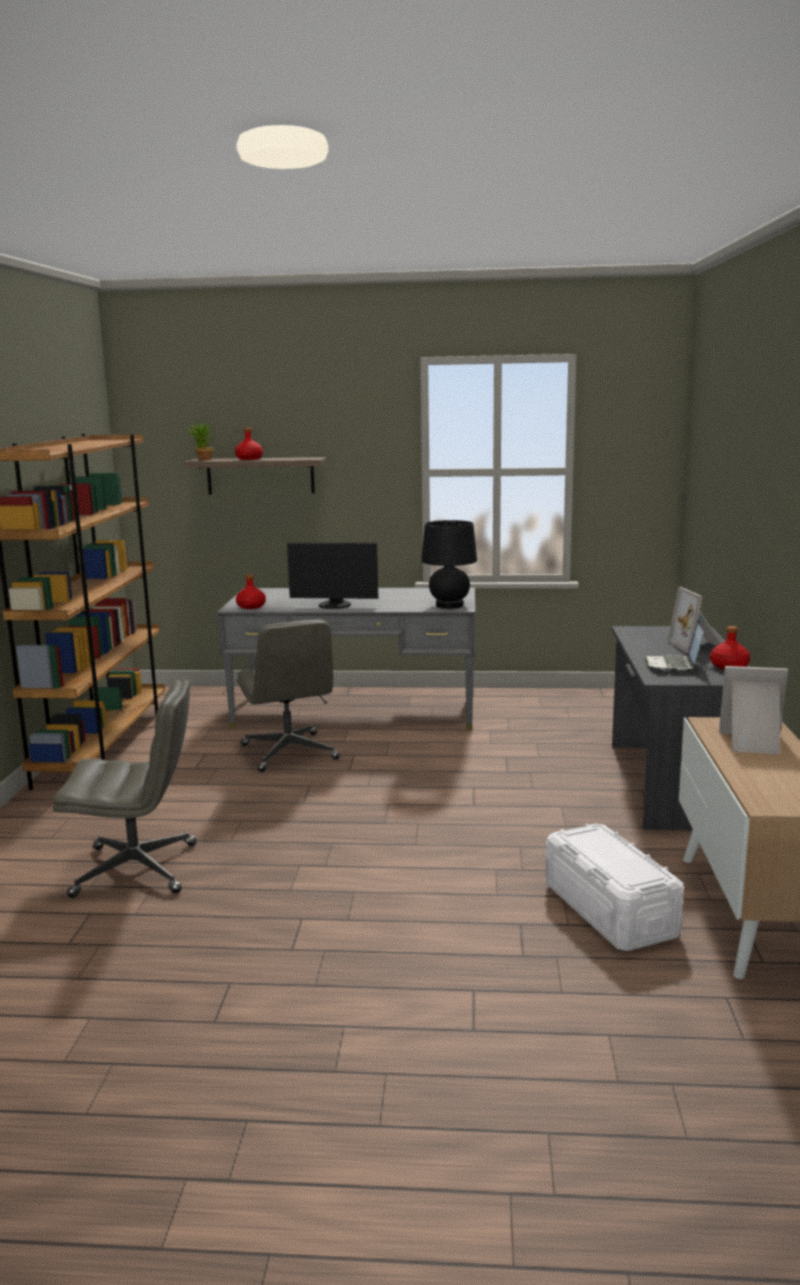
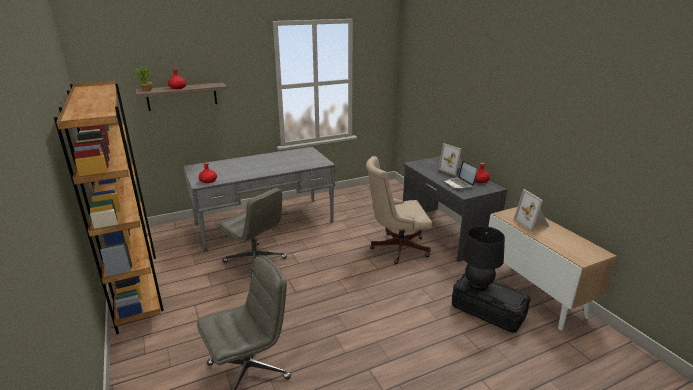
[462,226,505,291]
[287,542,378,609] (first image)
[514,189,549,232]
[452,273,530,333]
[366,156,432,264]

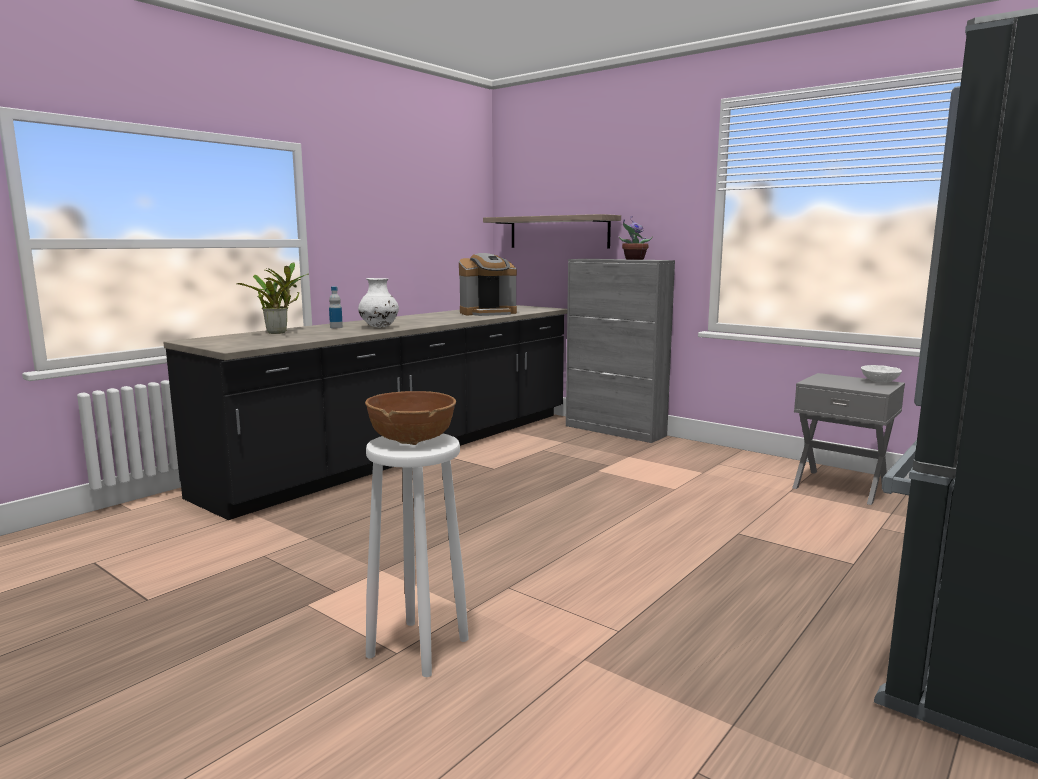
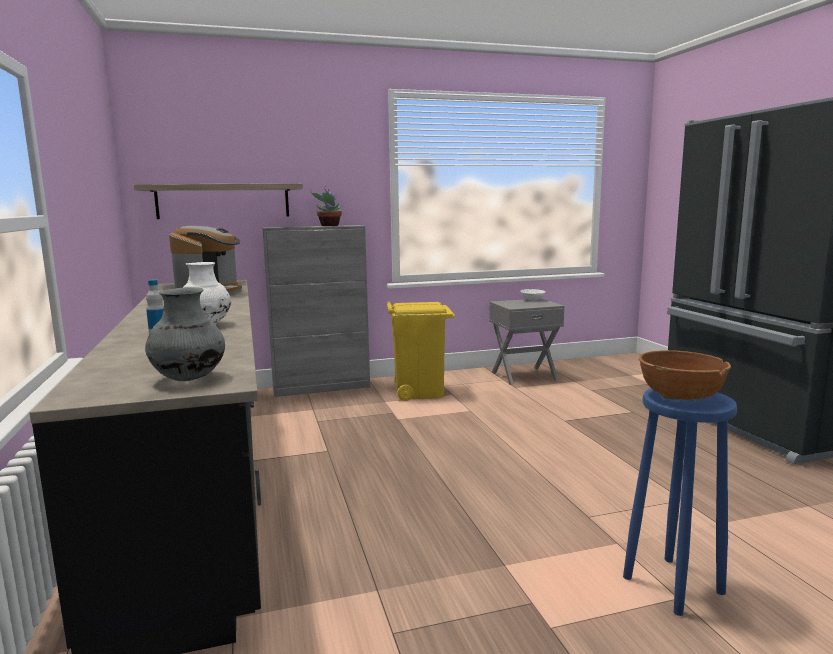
[236,262,309,334] (first image)
[623,388,737,616]
[145,287,225,381]
[386,302,455,401]

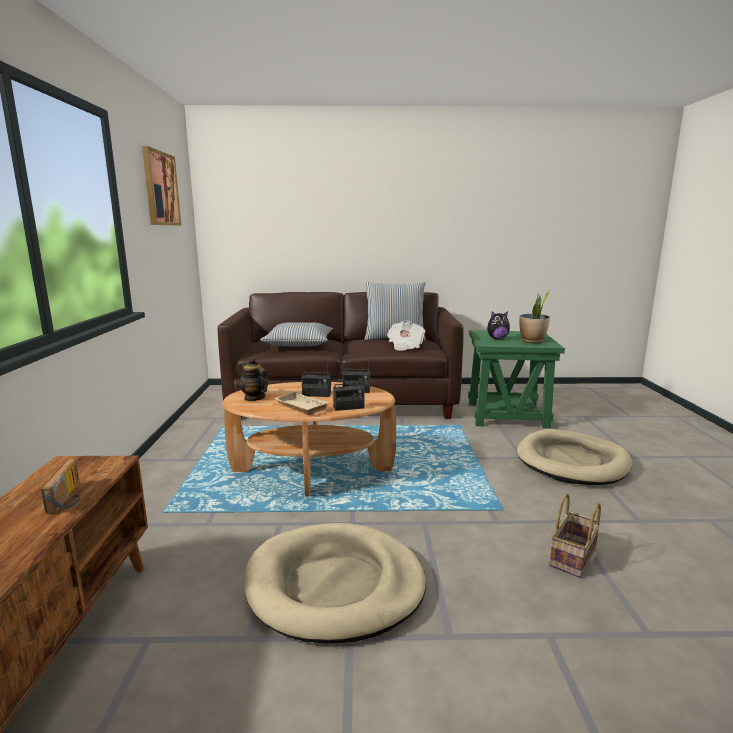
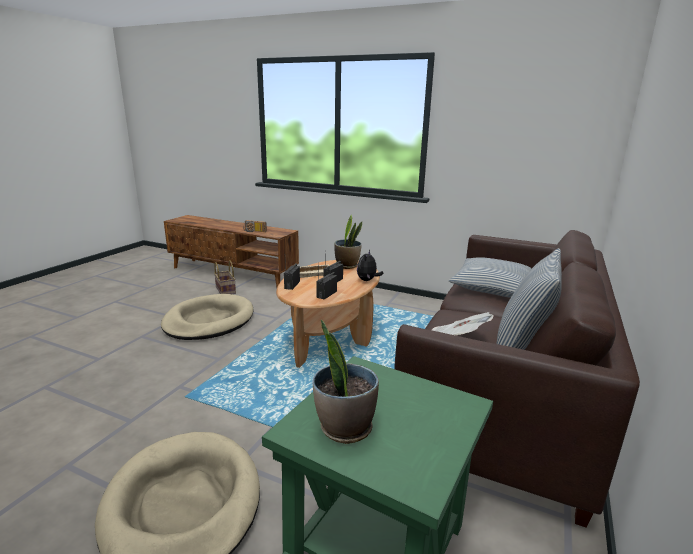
[142,146,181,225] (first image)
[357,250,384,281]
[334,214,362,269]
[214,260,236,294]

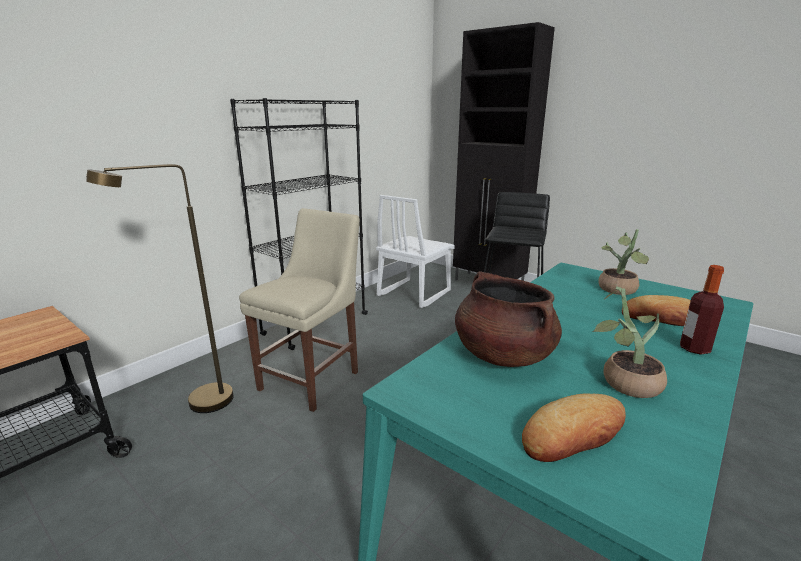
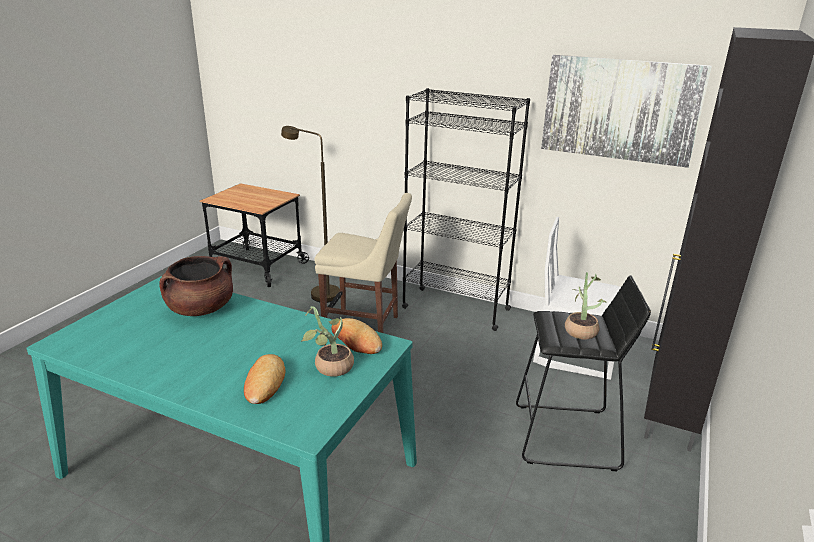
[680,265,724,355] (first image)
[565,272,606,339]
[331,318,382,354]
[541,55,712,168]

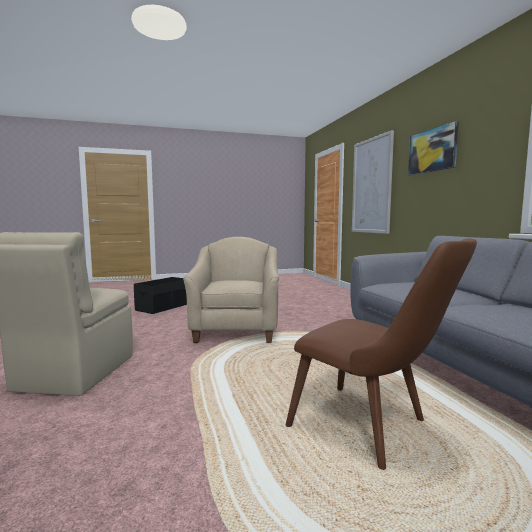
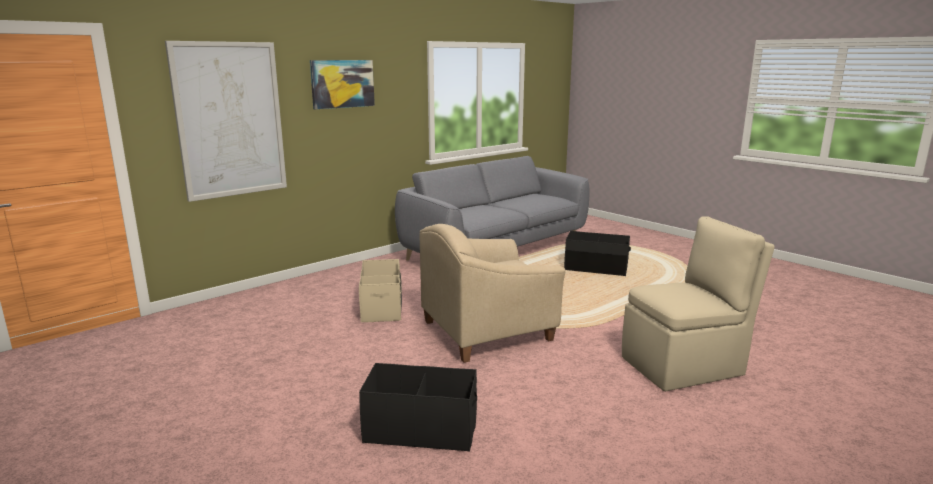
[564,231,631,276]
[359,259,402,322]

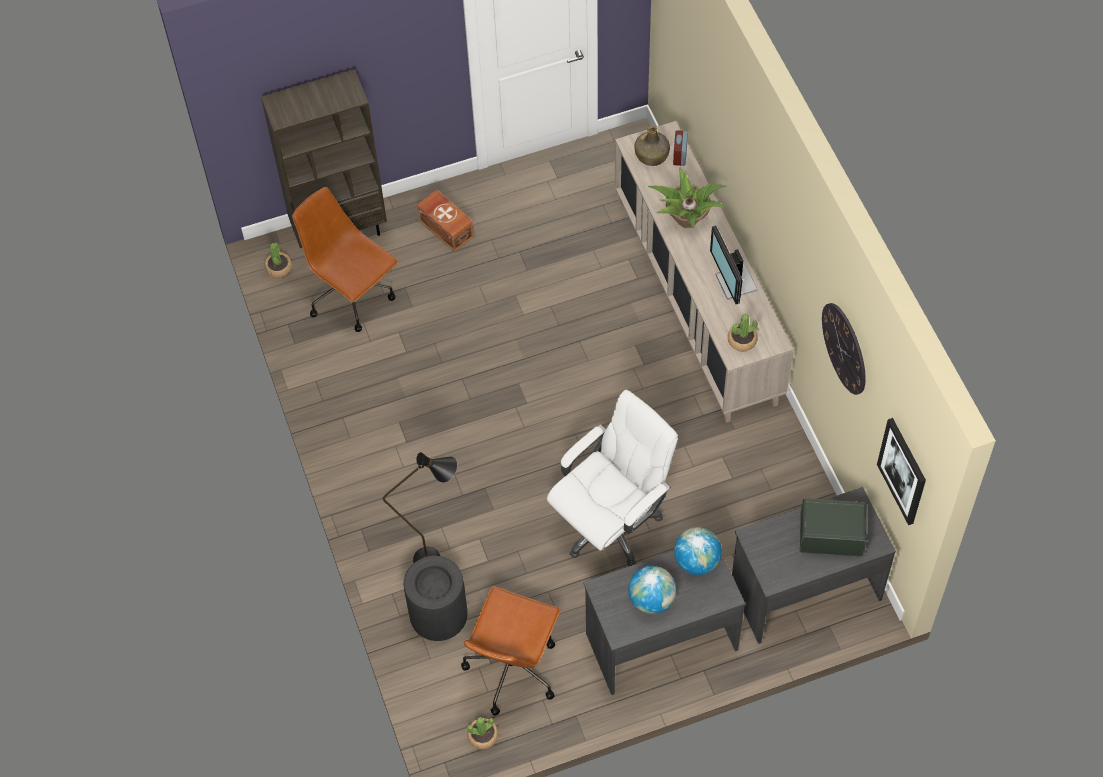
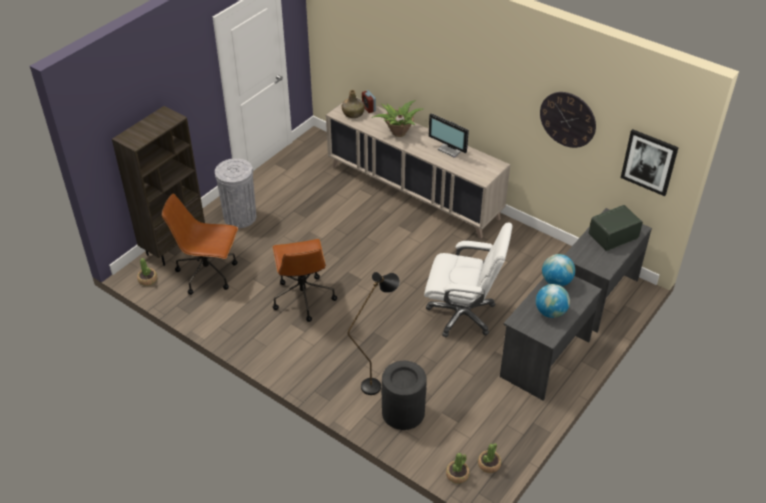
[215,158,257,228]
[446,453,470,484]
[424,222,513,337]
[272,239,337,322]

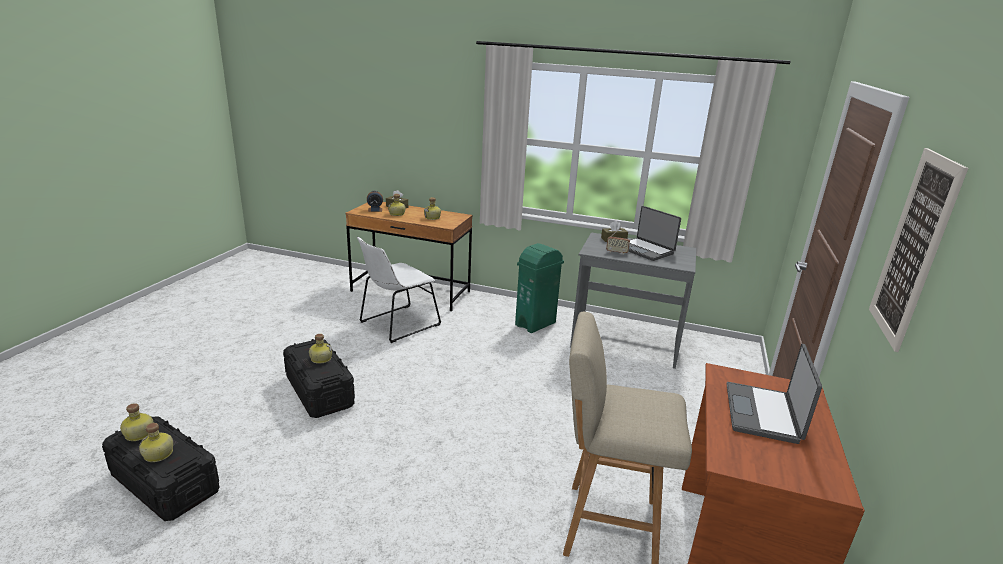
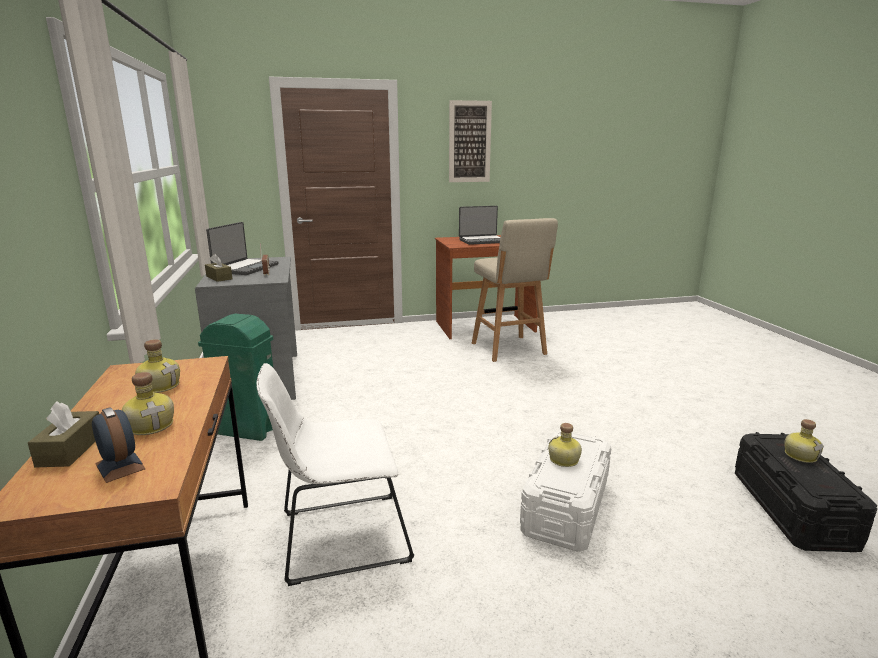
[256,363,414,586]
[520,431,611,552]
[120,403,153,441] (first image)

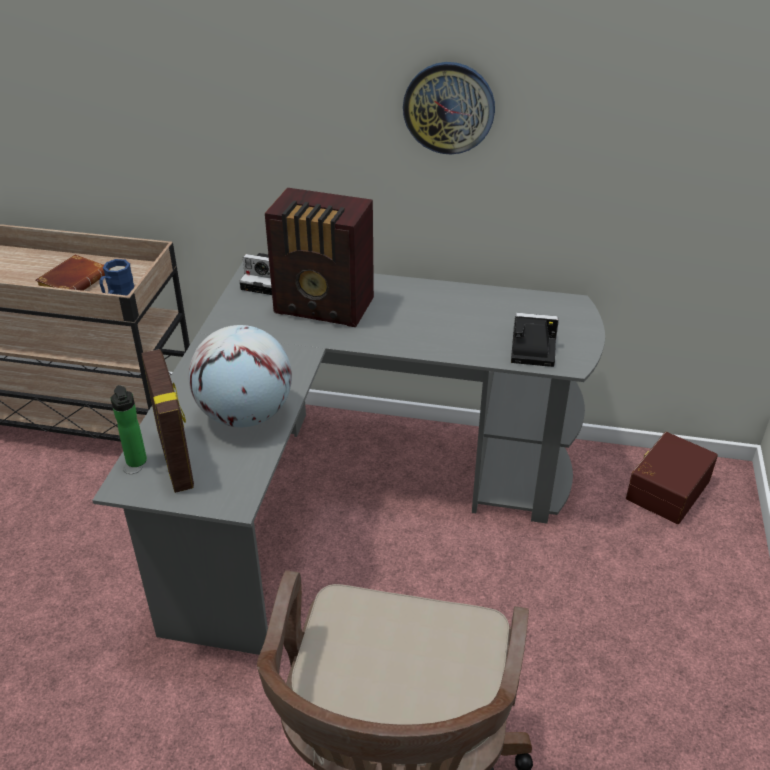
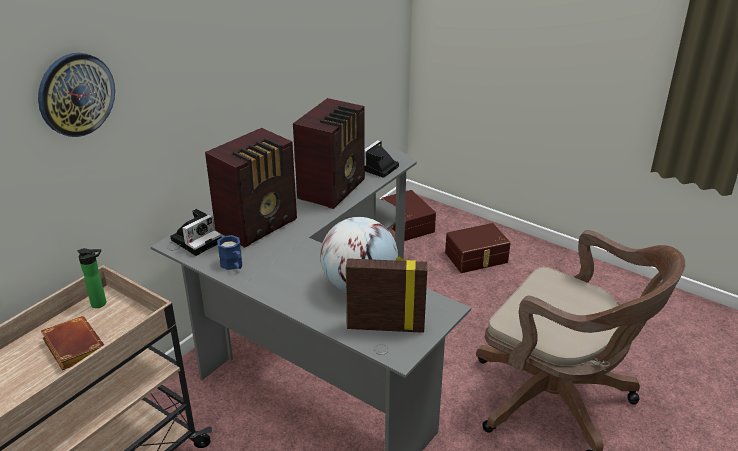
[38,53,115,137]
[217,235,242,270]
[77,248,106,308]
[293,98,365,209]
[445,223,511,273]

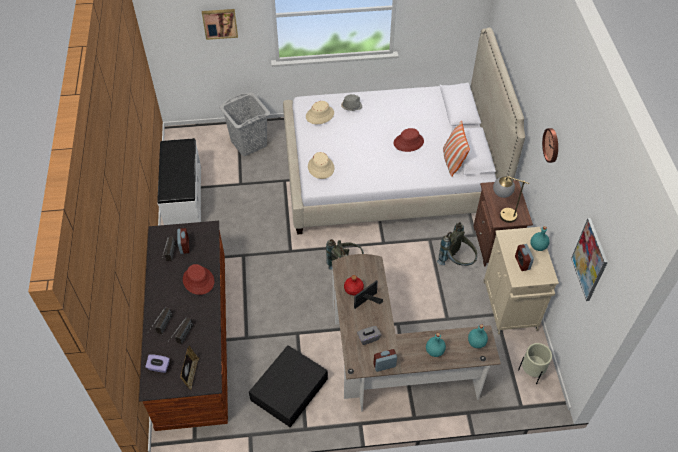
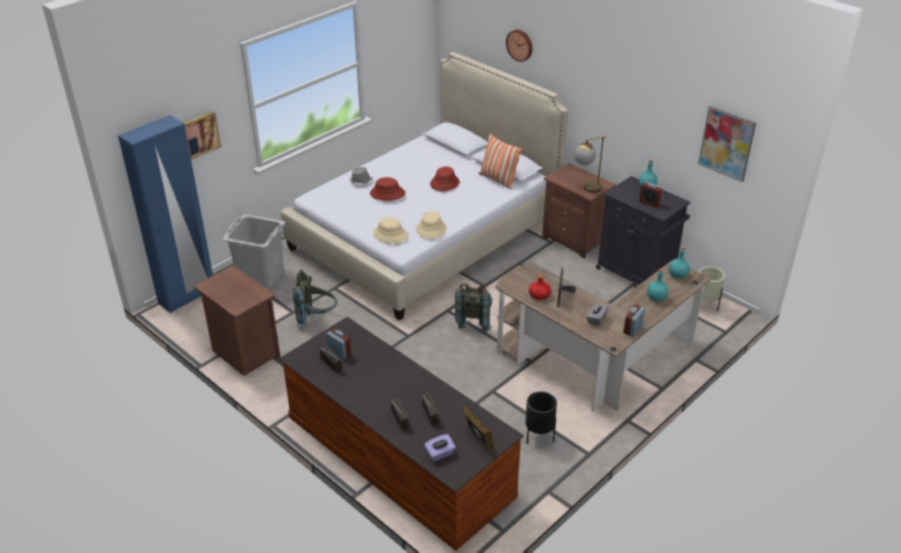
[416,211,447,239]
[506,30,532,62]
[194,265,280,376]
[293,269,337,327]
[596,176,690,285]
[370,177,405,201]
[525,391,557,444]
[118,115,213,313]

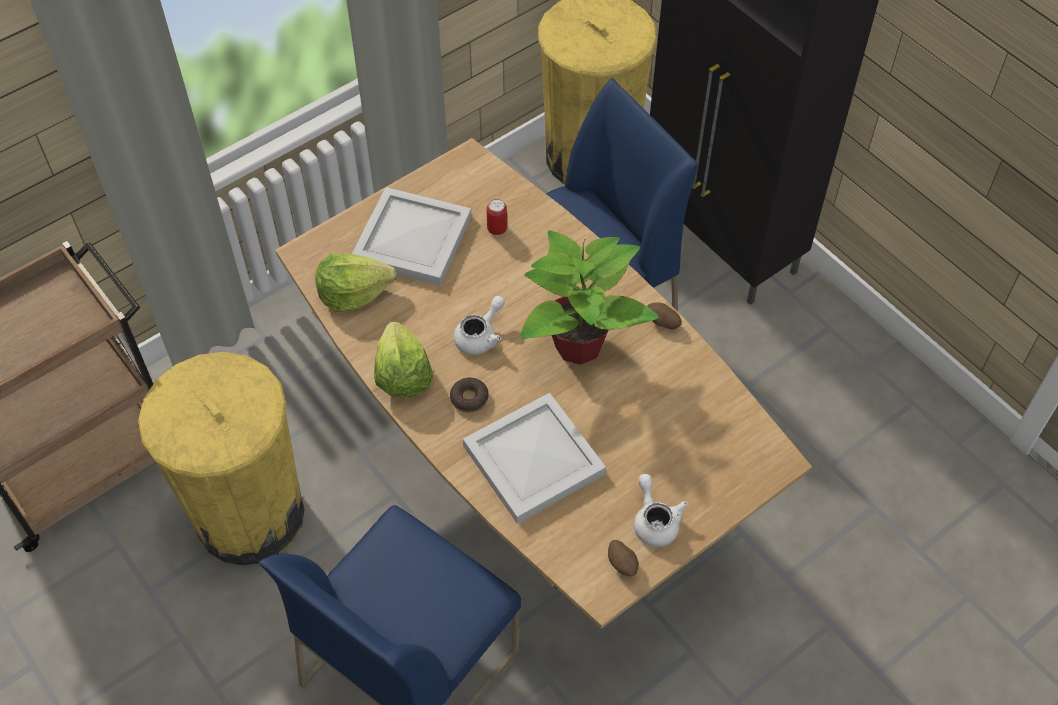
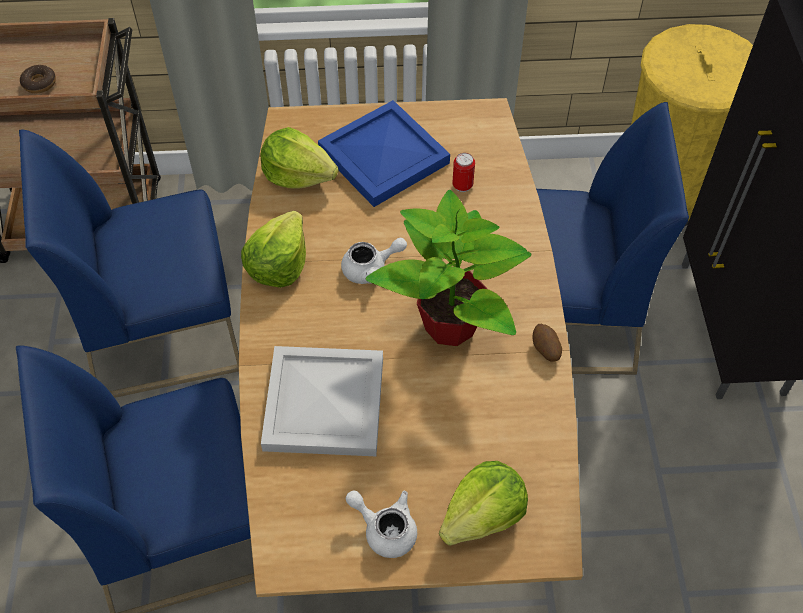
[318,100,450,207]
[19,130,239,398]
[20,65,56,93]
[346,491,417,558]
[608,540,639,576] (first image)
[439,461,528,546]

